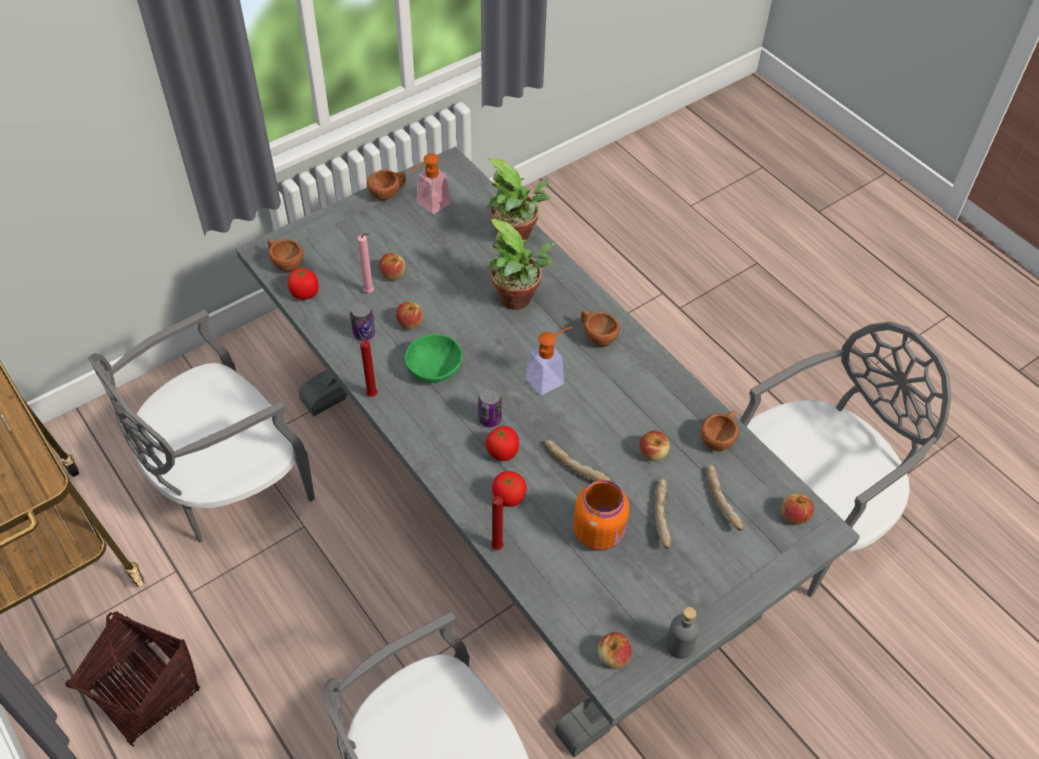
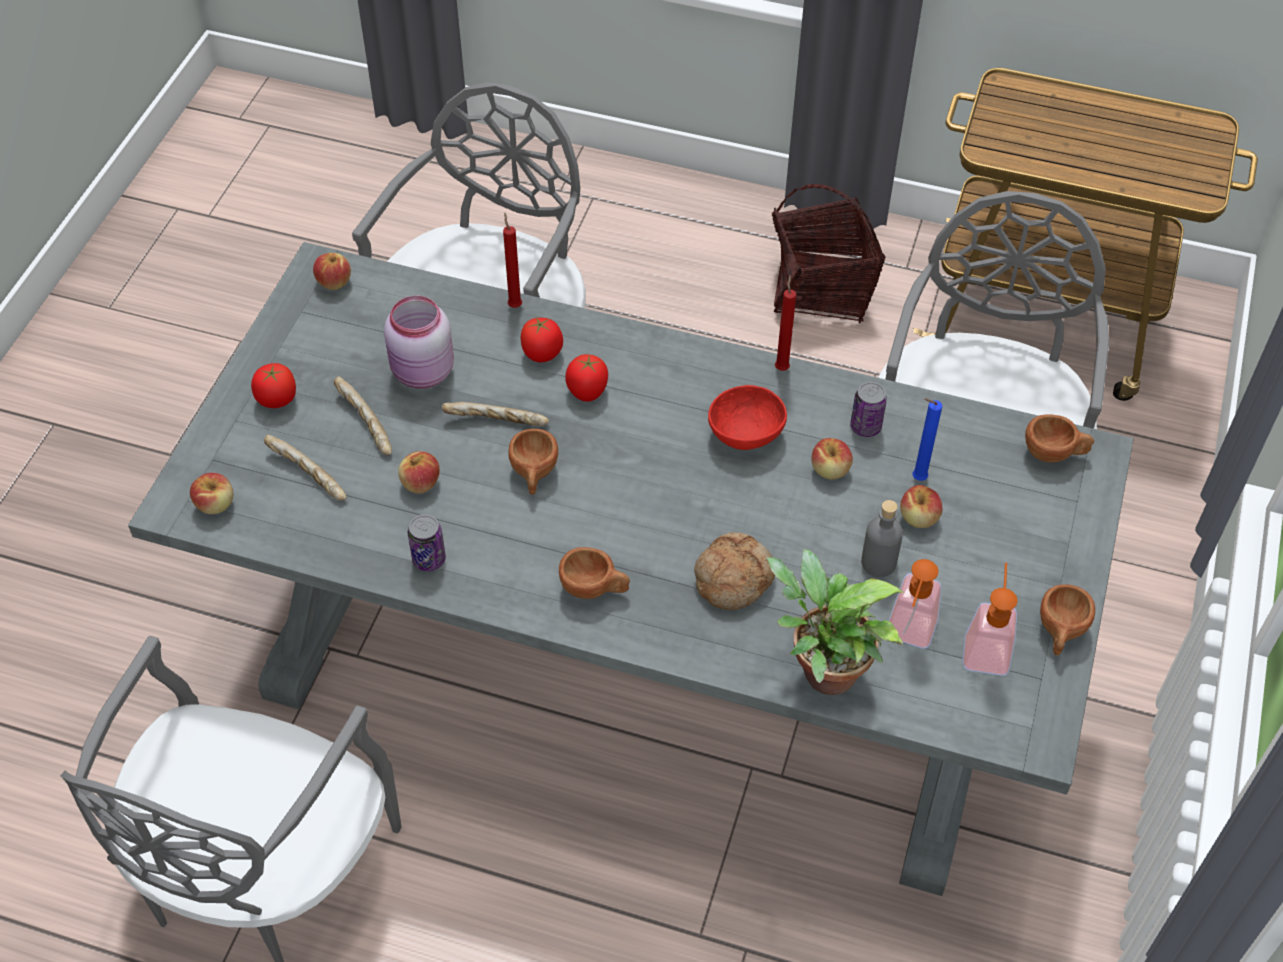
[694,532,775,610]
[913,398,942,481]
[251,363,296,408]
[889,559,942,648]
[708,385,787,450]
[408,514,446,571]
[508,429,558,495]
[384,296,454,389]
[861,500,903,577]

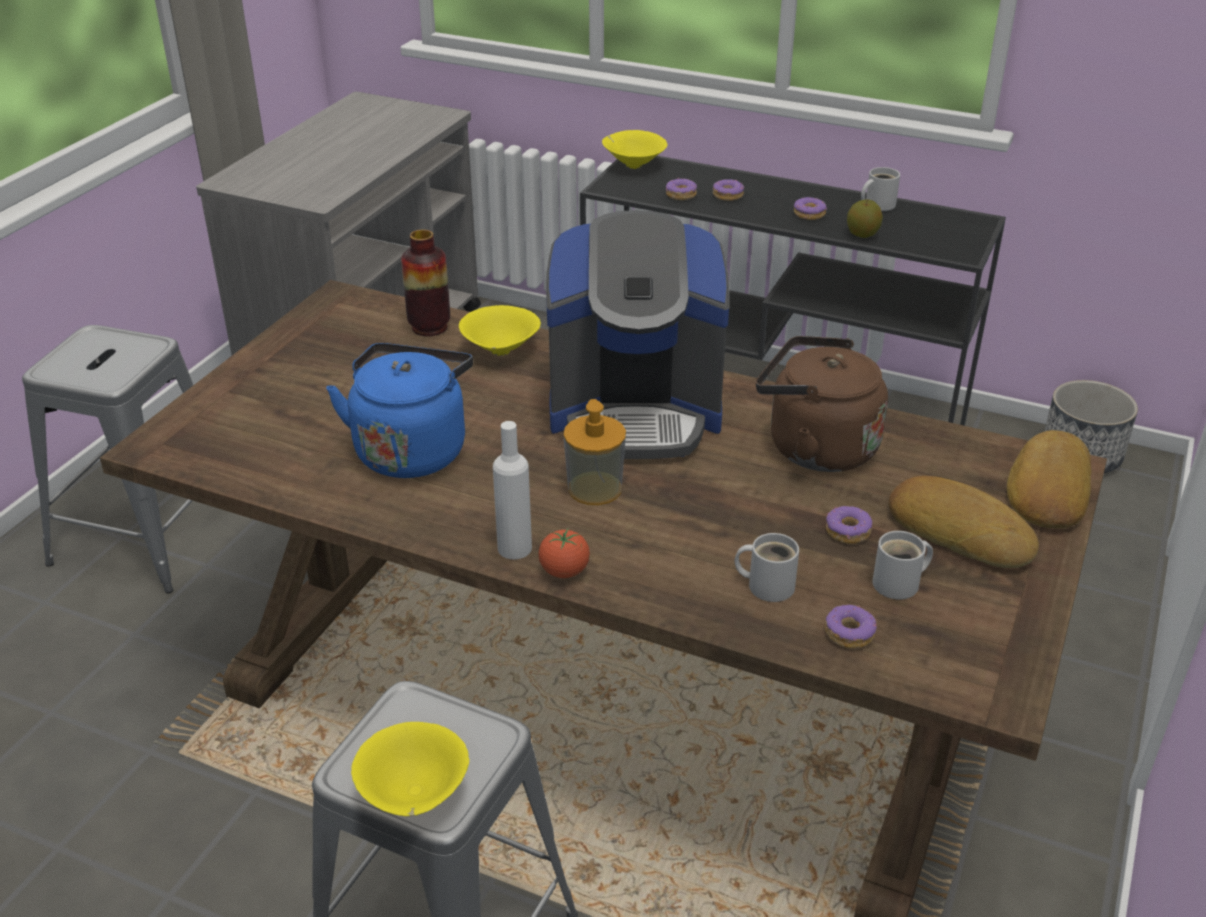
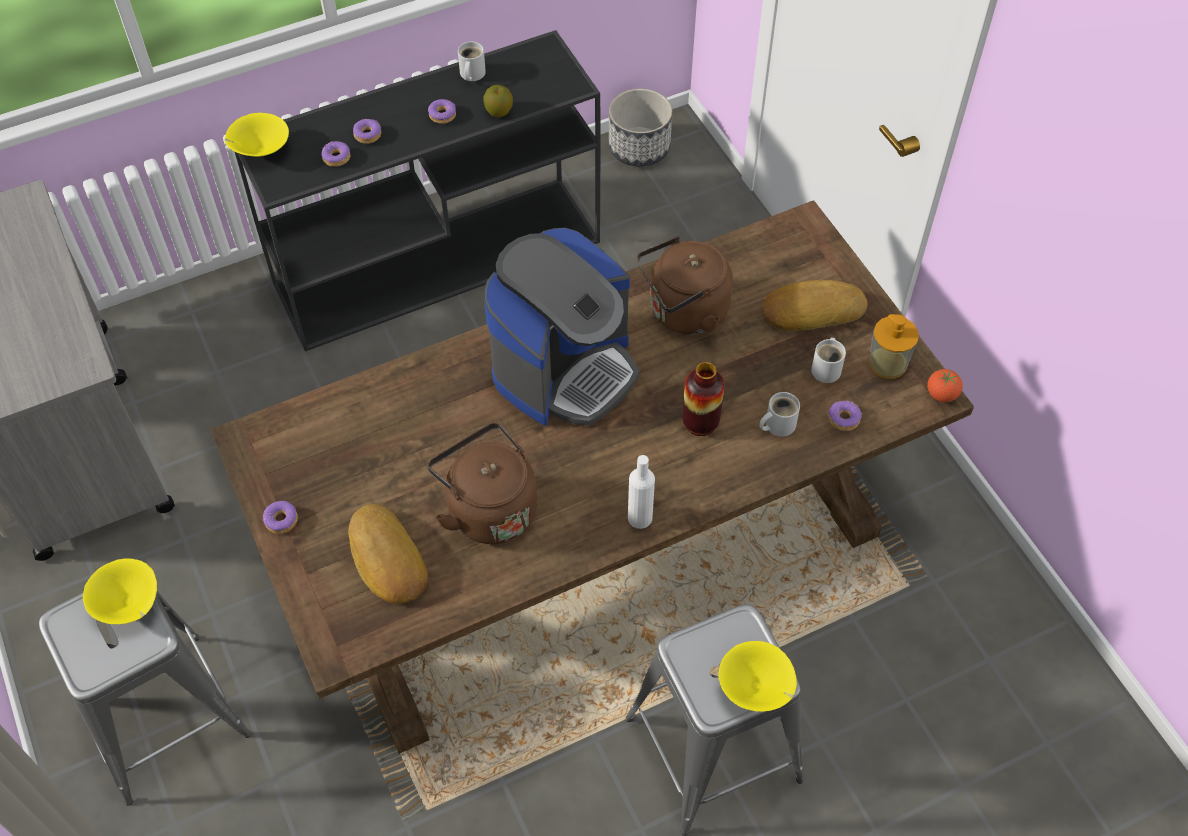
[682,362,724,436]
[83,558,157,625]
[428,423,537,544]
[868,314,919,379]
[348,504,428,604]
[263,501,298,534]
[927,369,963,402]

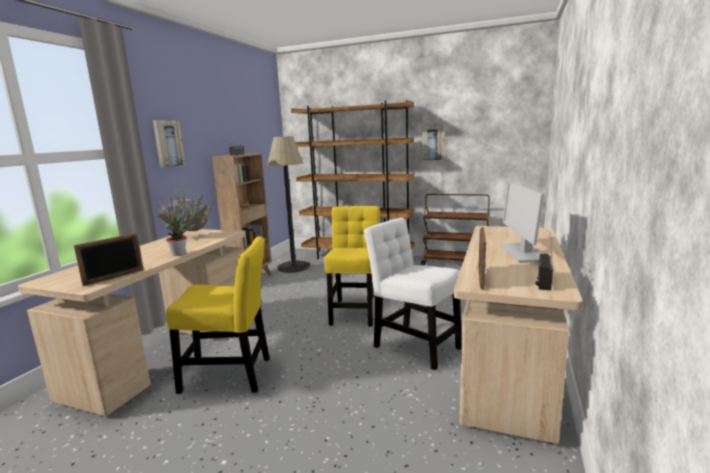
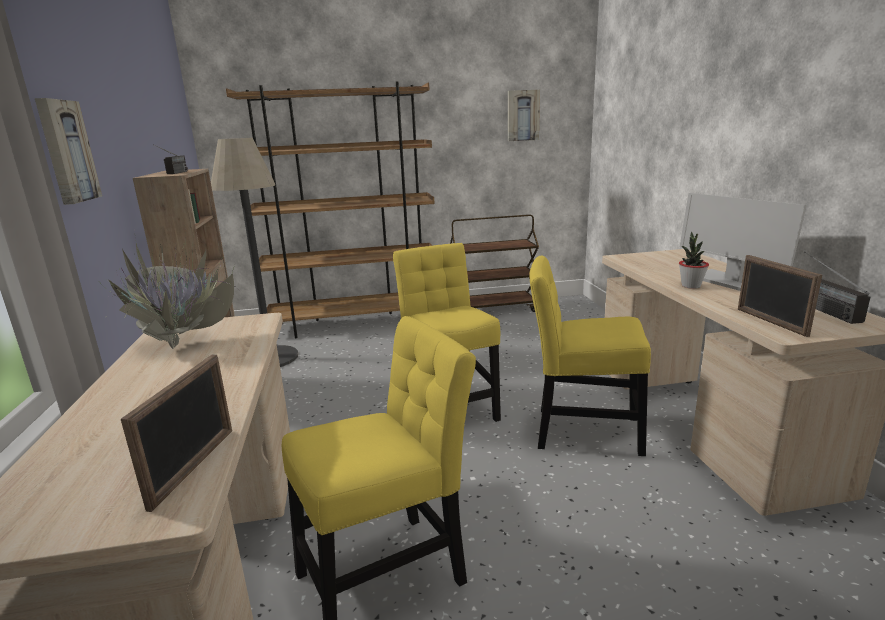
[508,90,540,141]
[679,231,709,289]
[529,256,651,456]

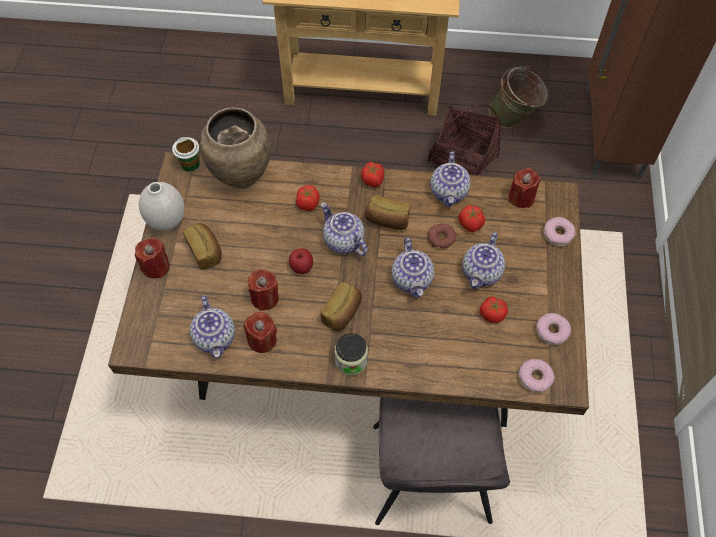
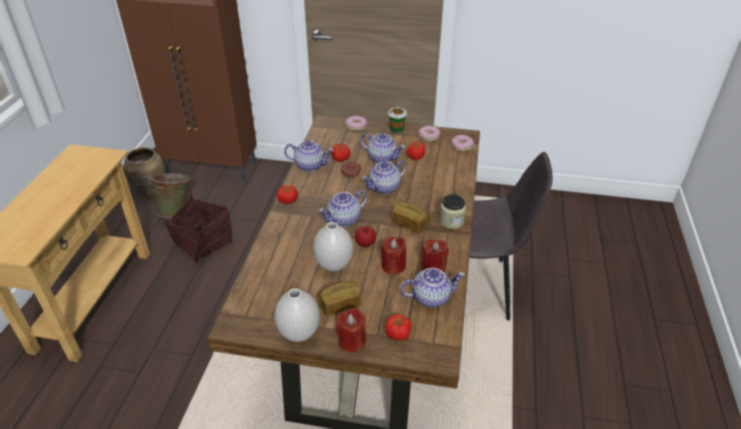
[123,147,165,196]
[388,107,407,133]
[509,168,541,208] (first image)
[385,314,412,340]
[365,195,410,230] (first image)
[362,160,407,194]
[313,222,353,272]

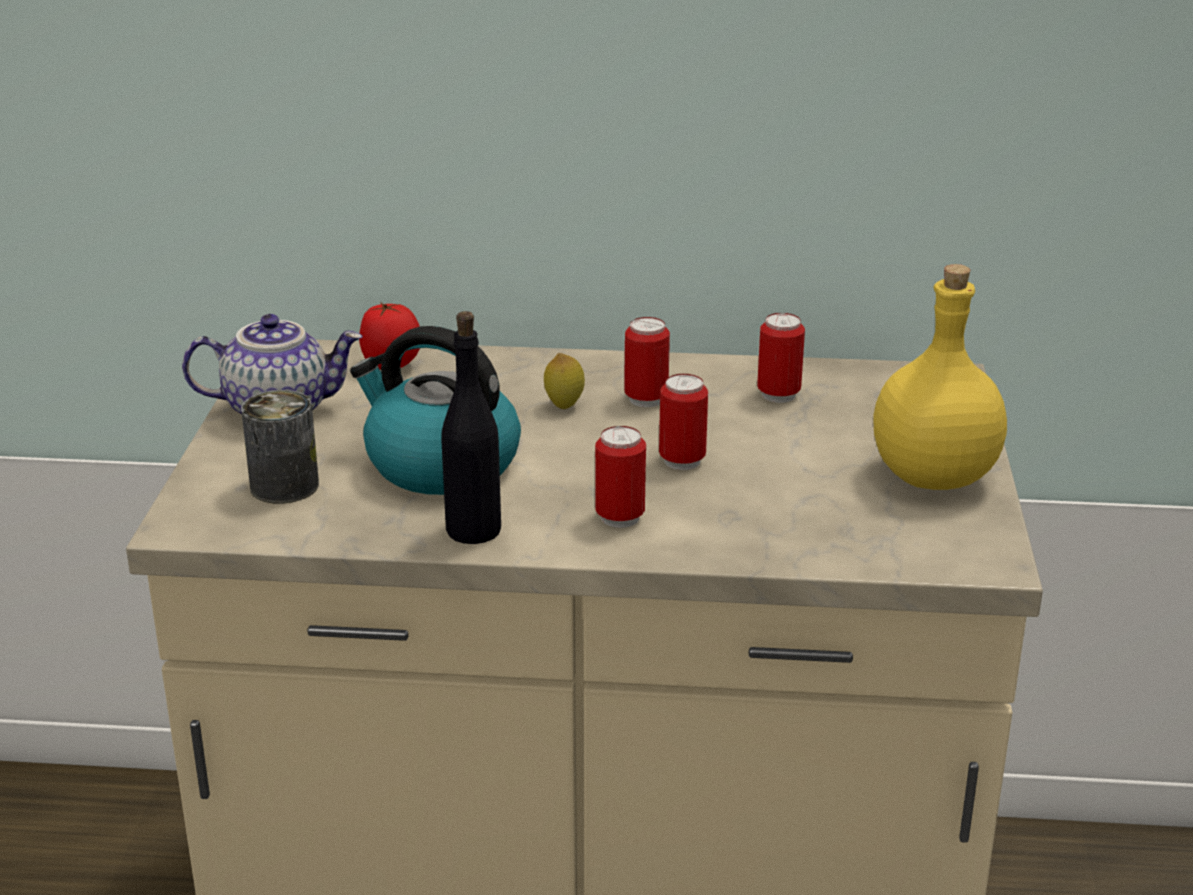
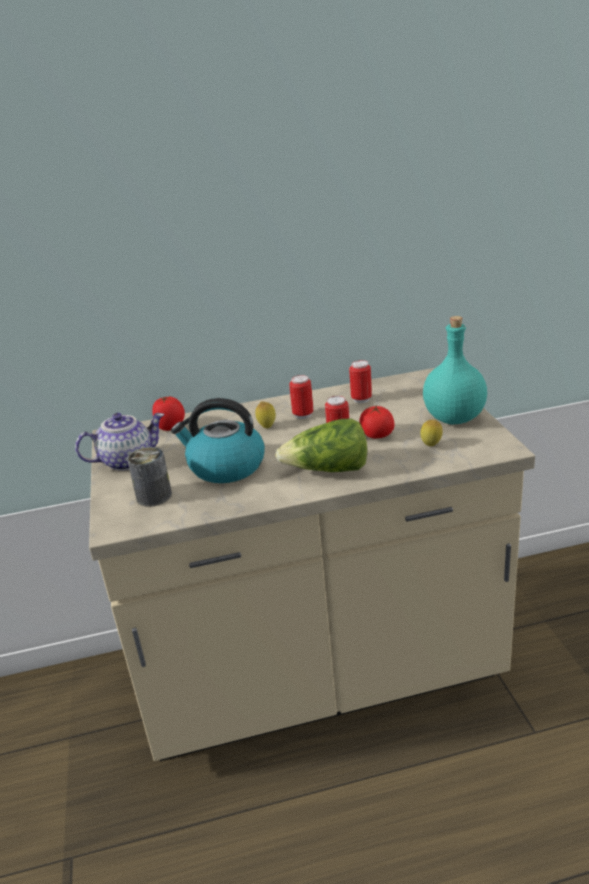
[423,316,487,425]
[441,311,501,544] (first image)
[275,418,367,472]
[359,405,394,438]
[420,420,443,446]

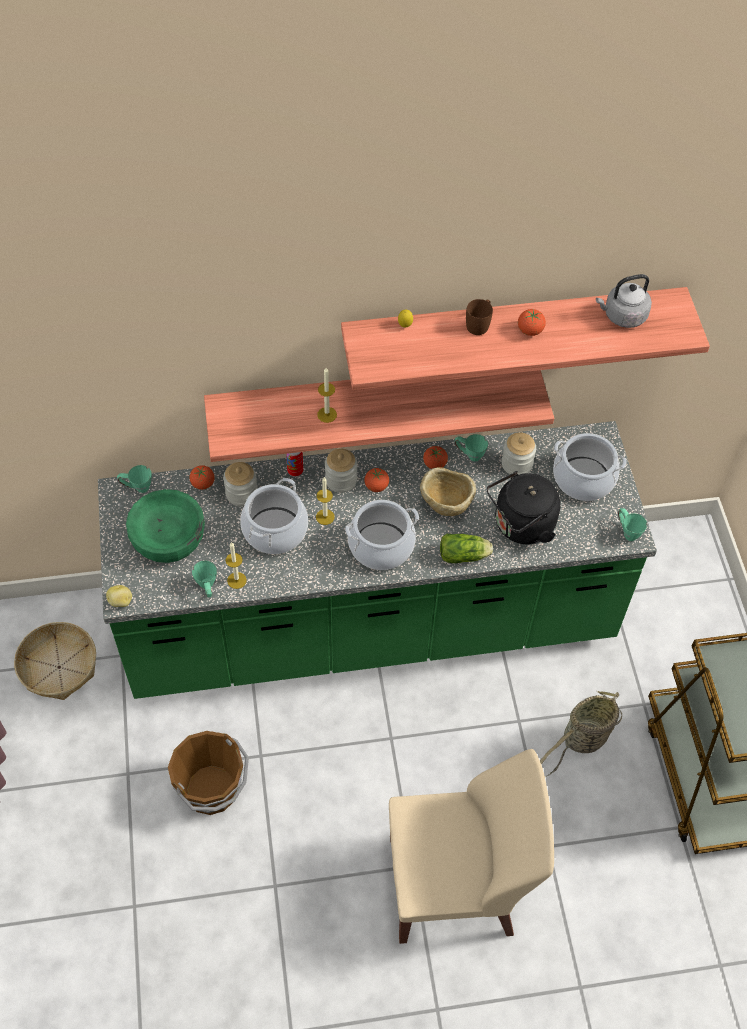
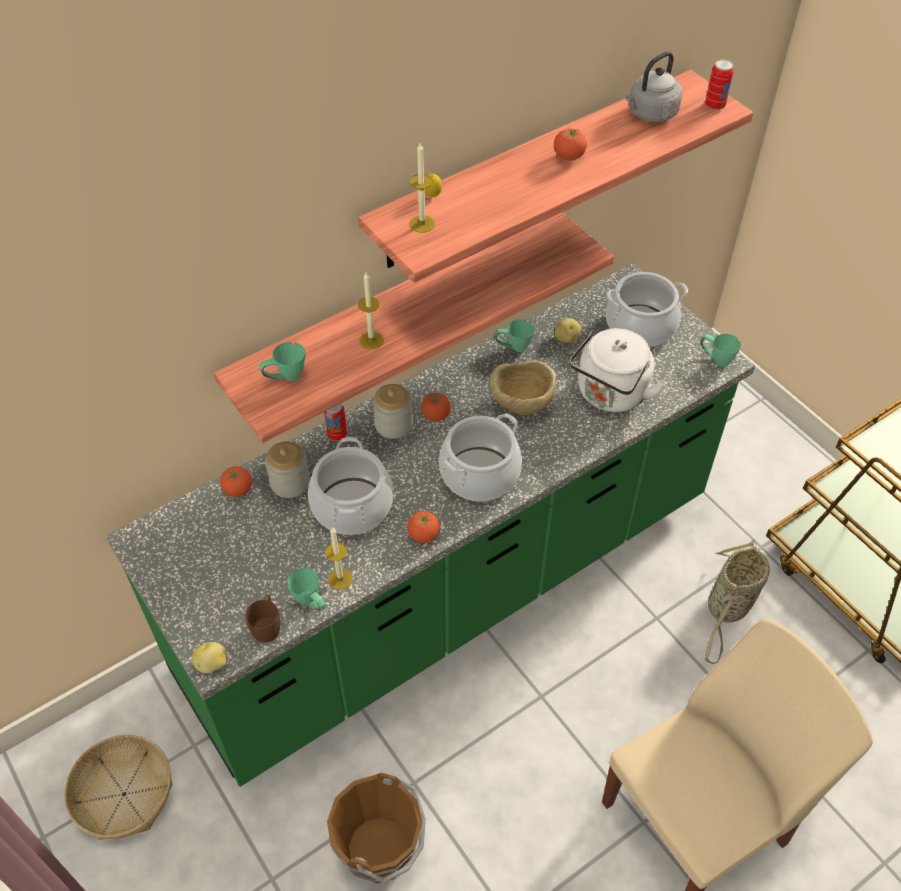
[245,595,280,643]
[555,318,582,343]
[407,511,440,543]
[259,342,305,381]
[569,328,666,412]
[409,143,435,233]
[126,489,205,563] (first image)
[440,534,493,563] (first image)
[705,59,734,111]

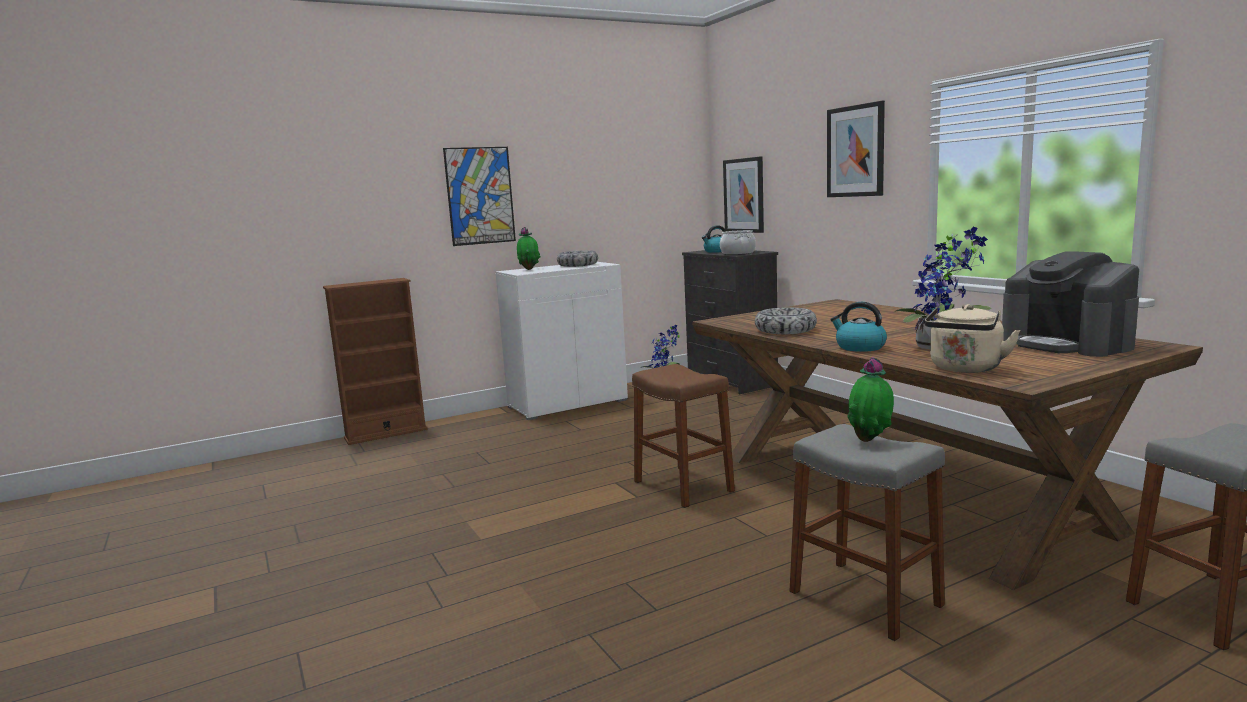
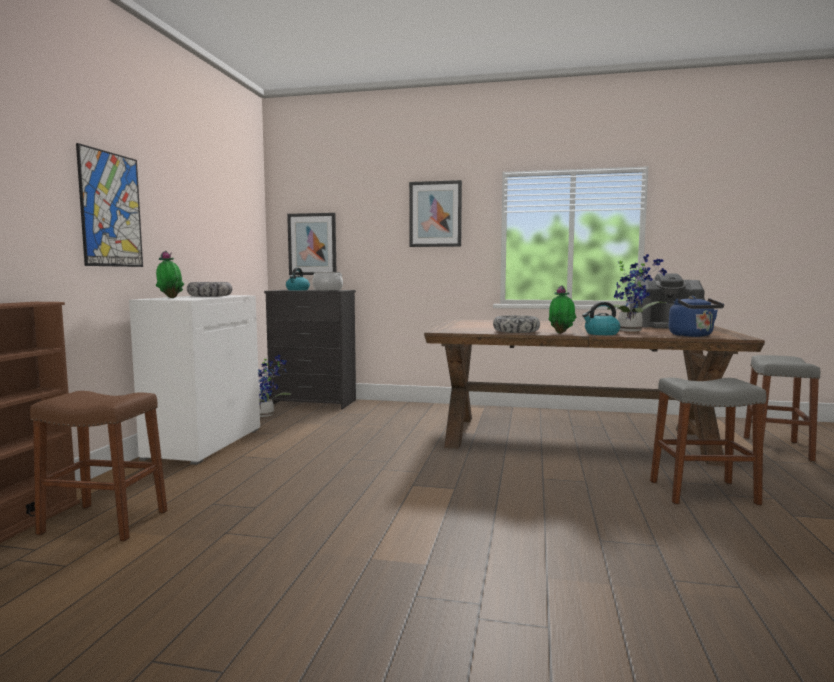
[669,296,724,337]
[548,286,576,333]
[30,391,167,541]

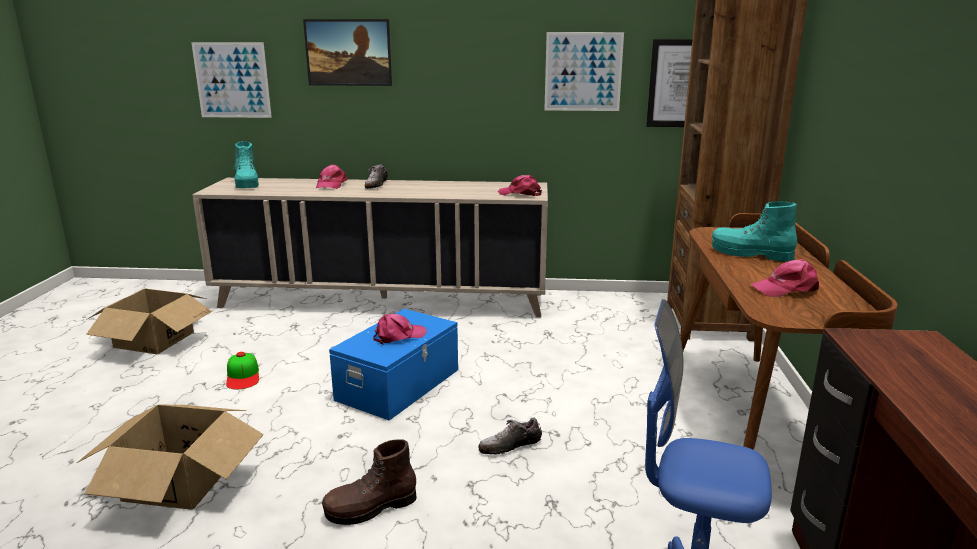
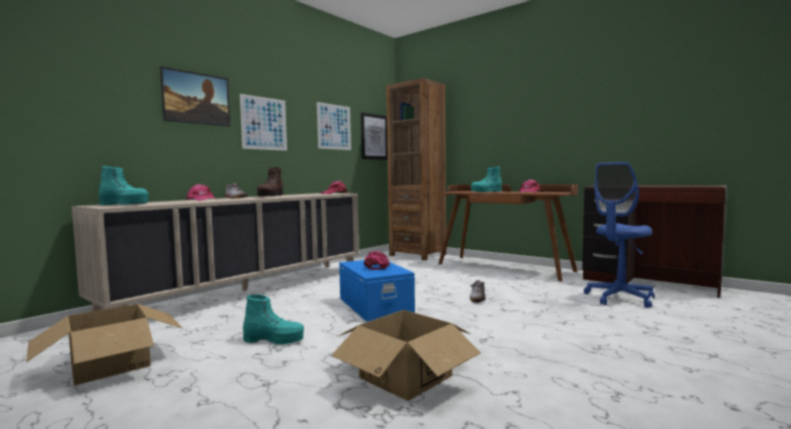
[240,94,287,151]
[243,294,304,345]
[257,167,283,196]

